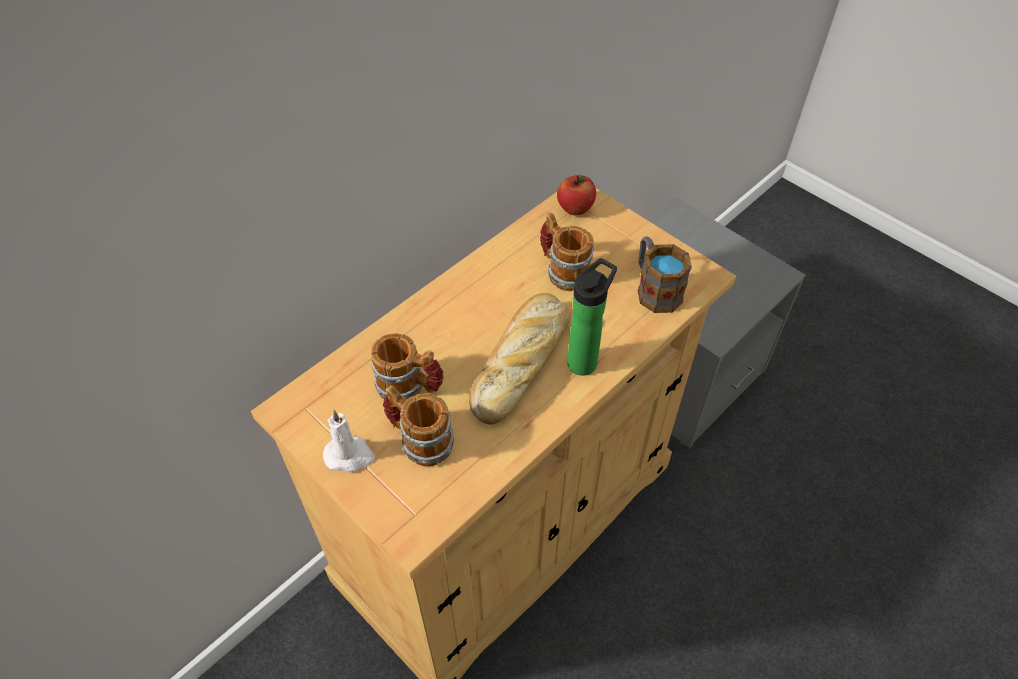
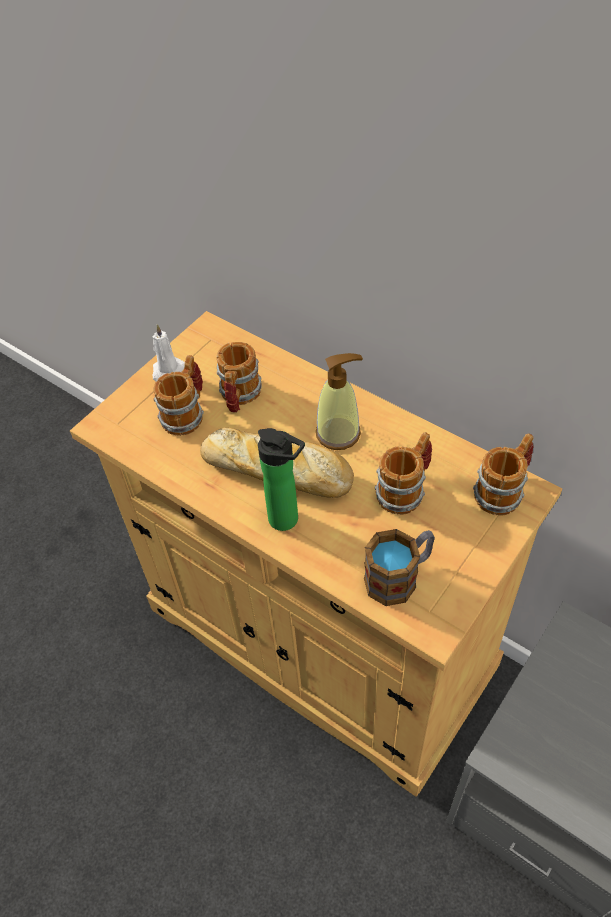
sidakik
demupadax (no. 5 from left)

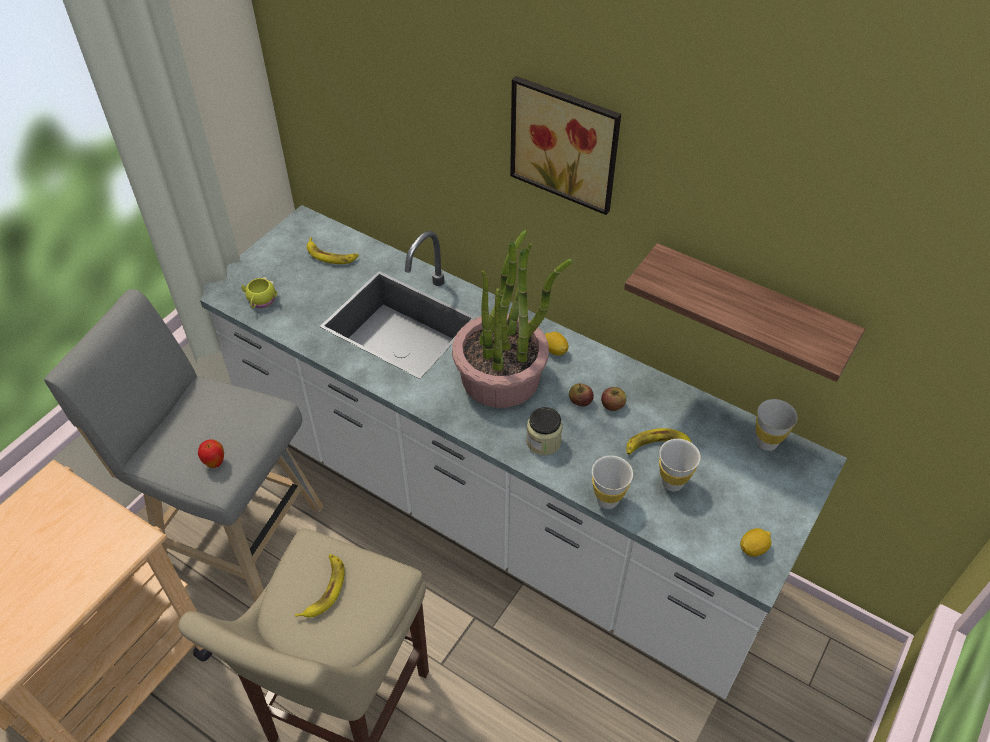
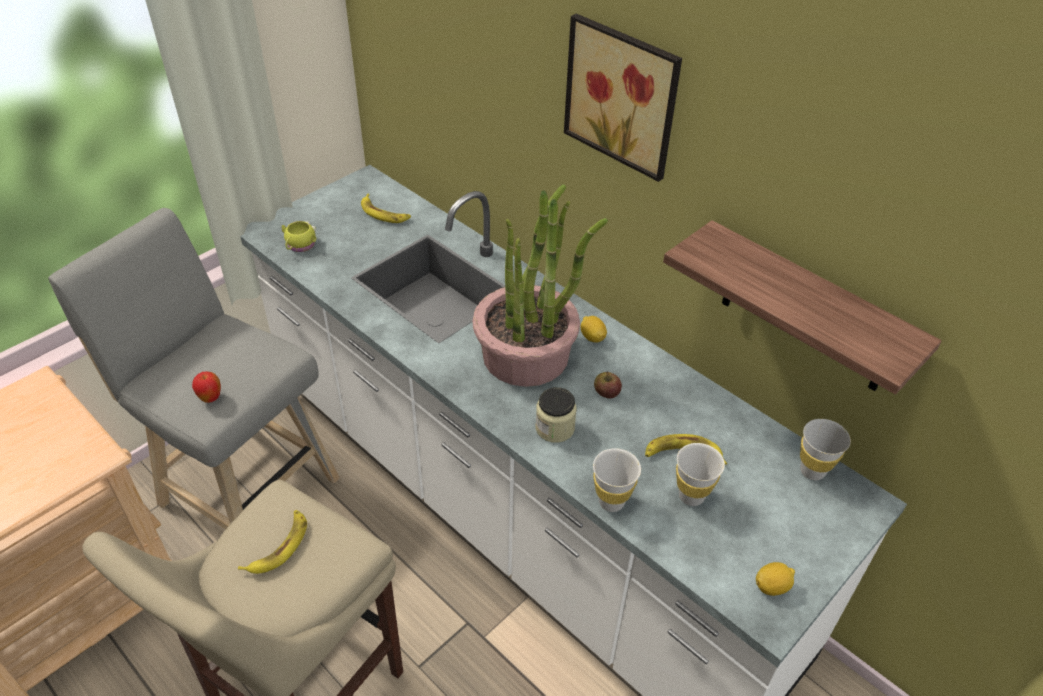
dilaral (no. 3 from left in the first image)

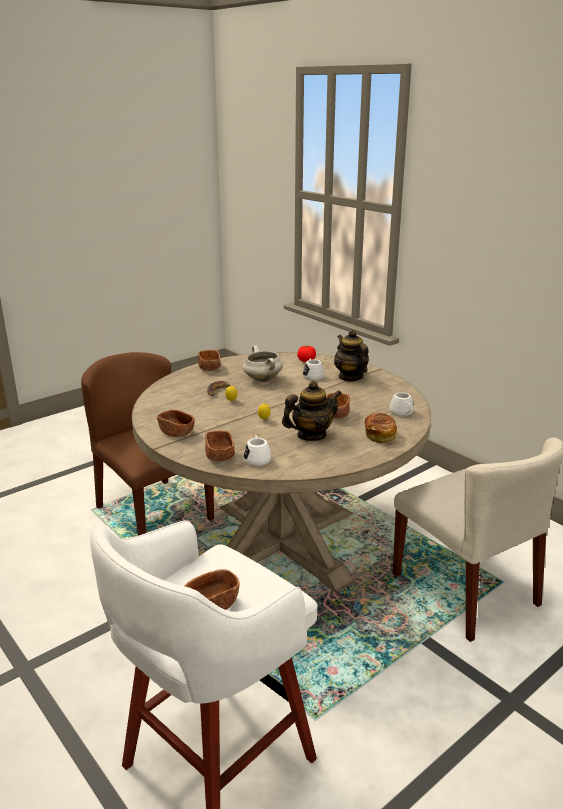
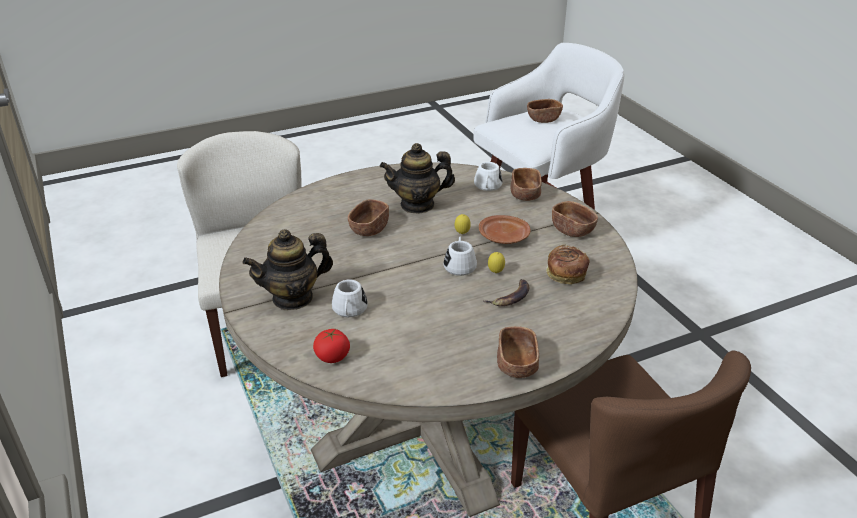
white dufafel
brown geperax
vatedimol
white demupadax (no. 2 from left)
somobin (no. 1 from left)

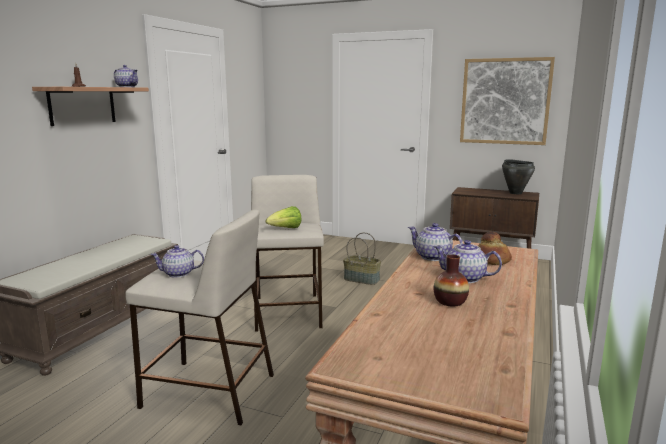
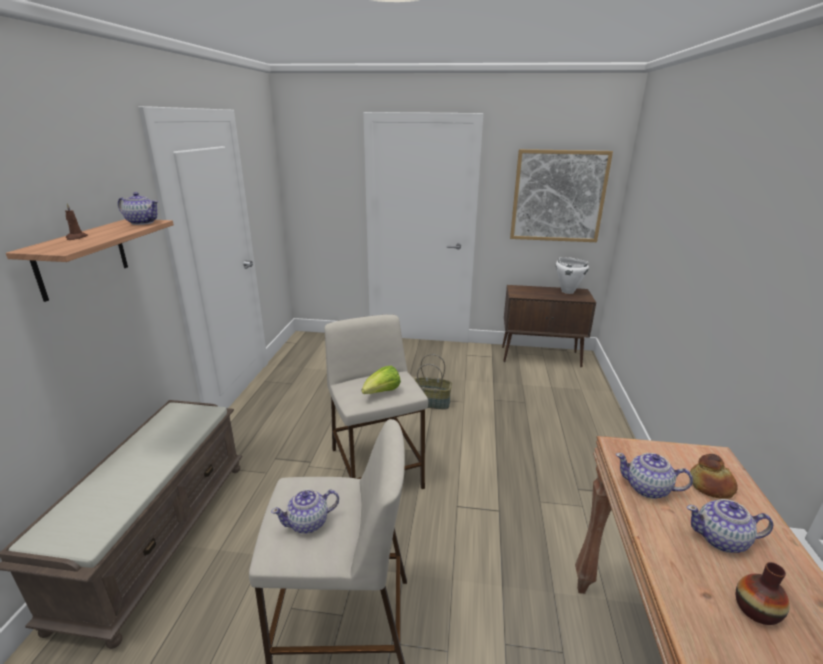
white dufafel

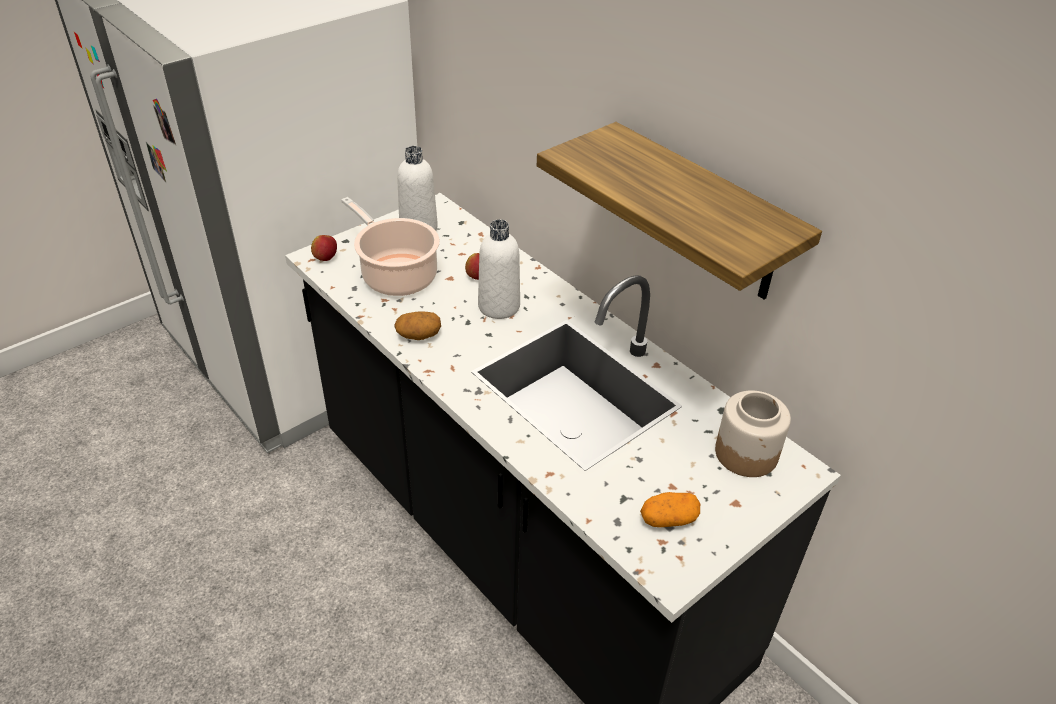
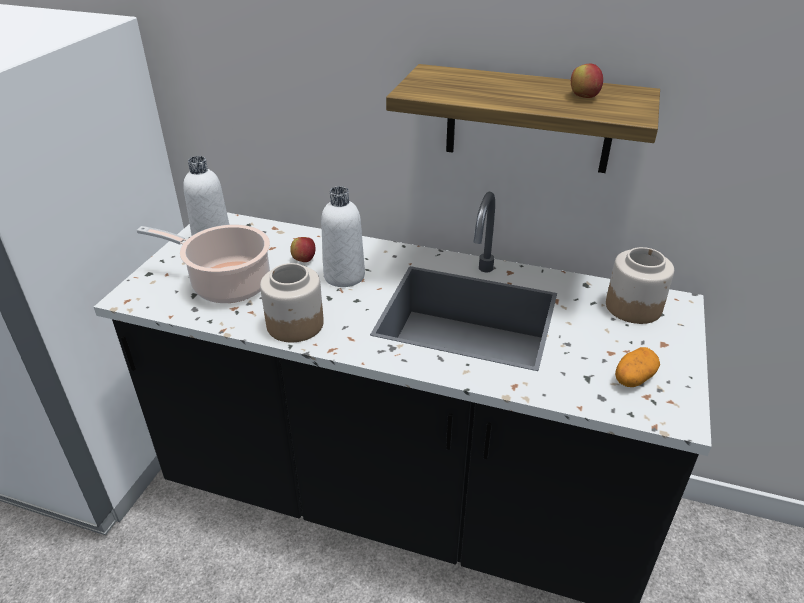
dilaral (no. 2 from left)
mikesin (no. 1 from left)

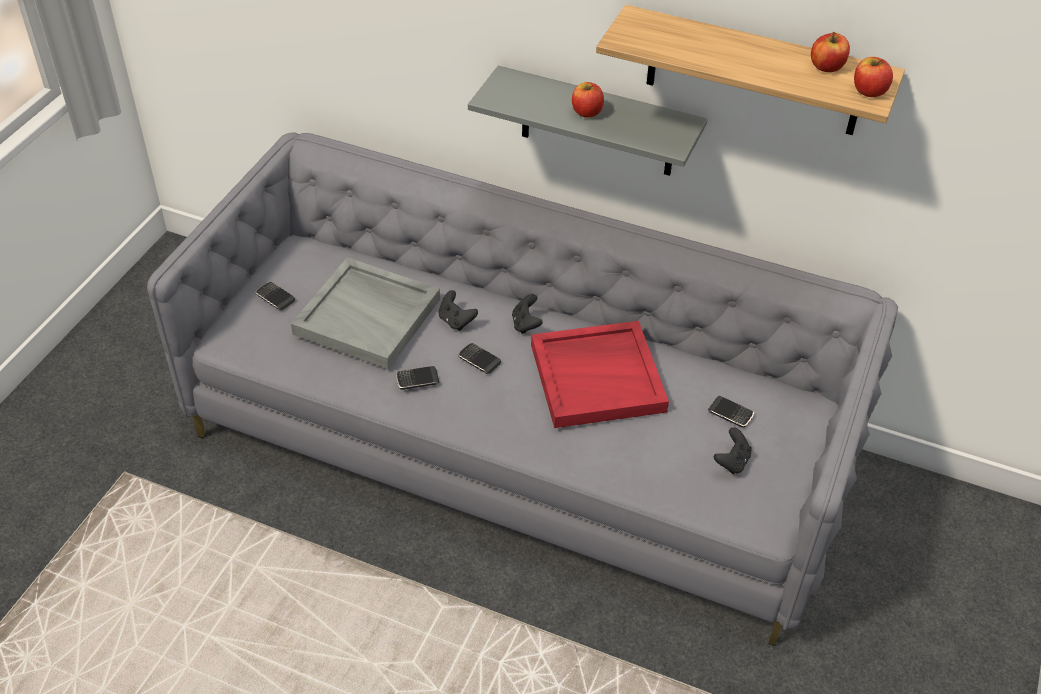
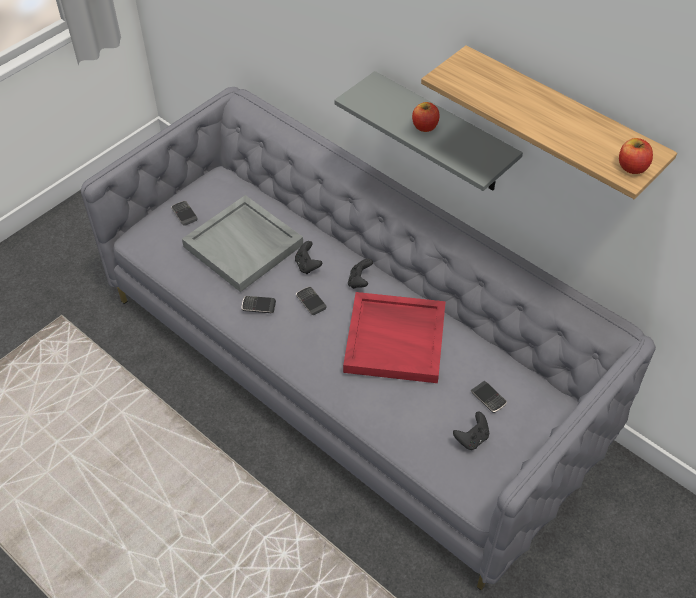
dilaral (no. 2 from left in the first image)

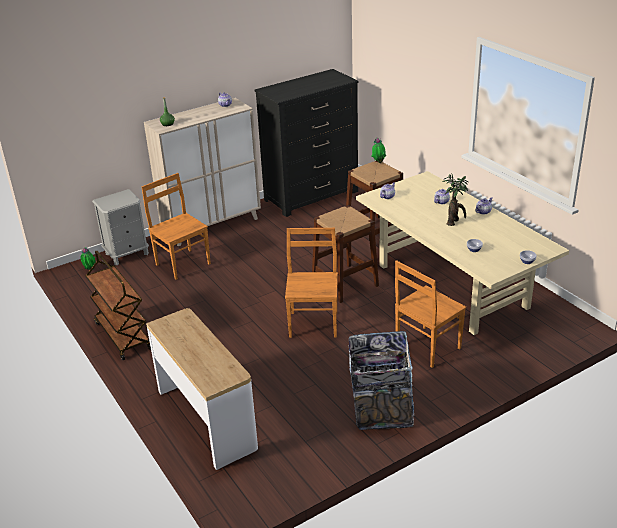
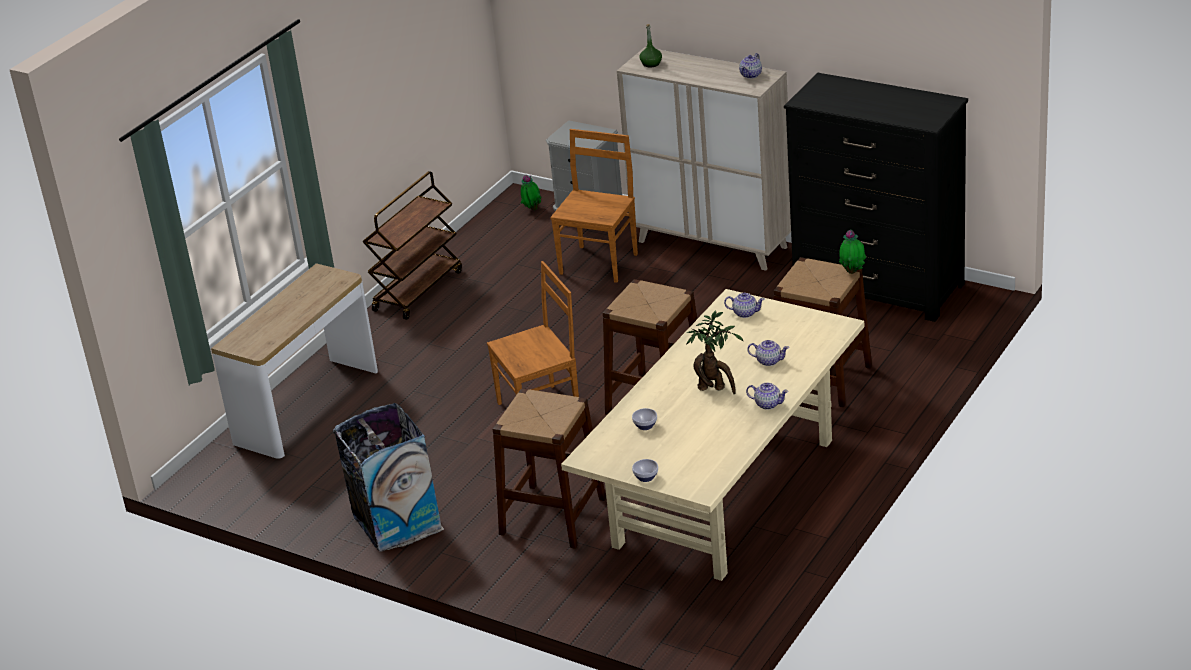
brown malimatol (no. 1 from left)

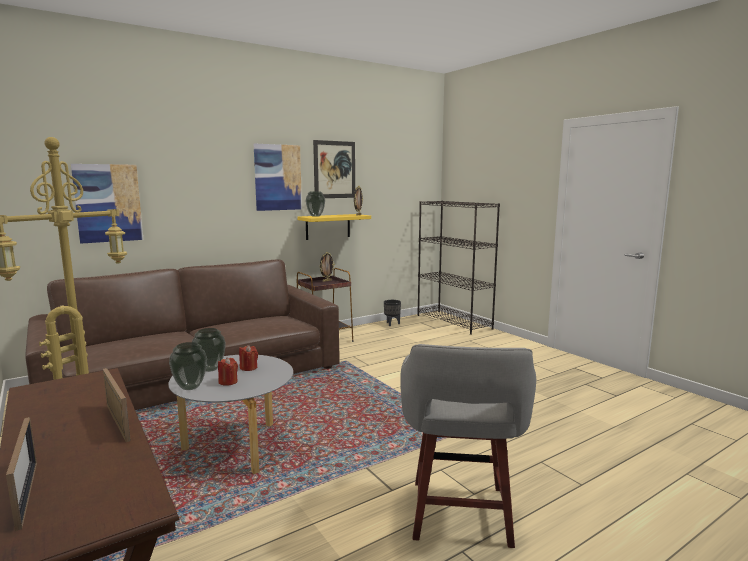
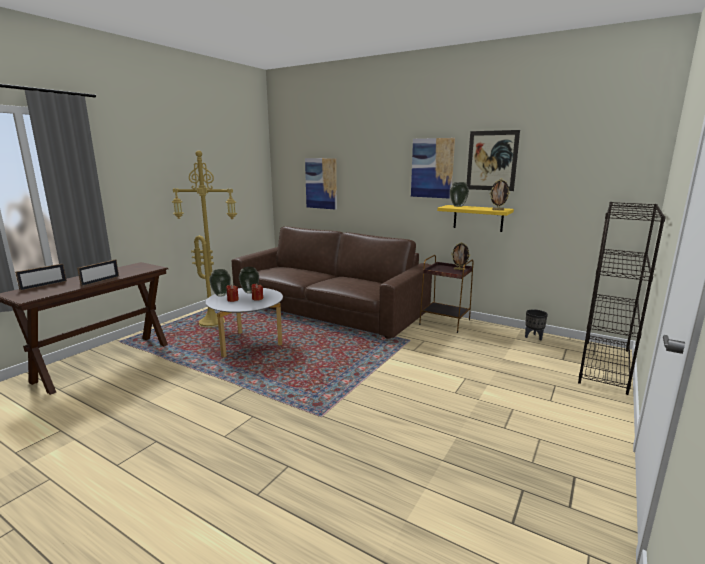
grey malimatol

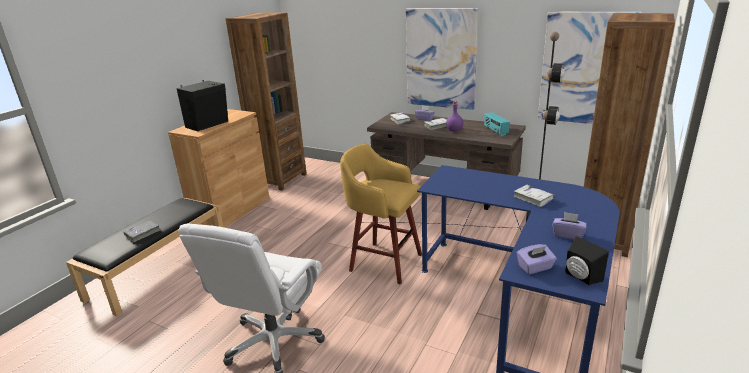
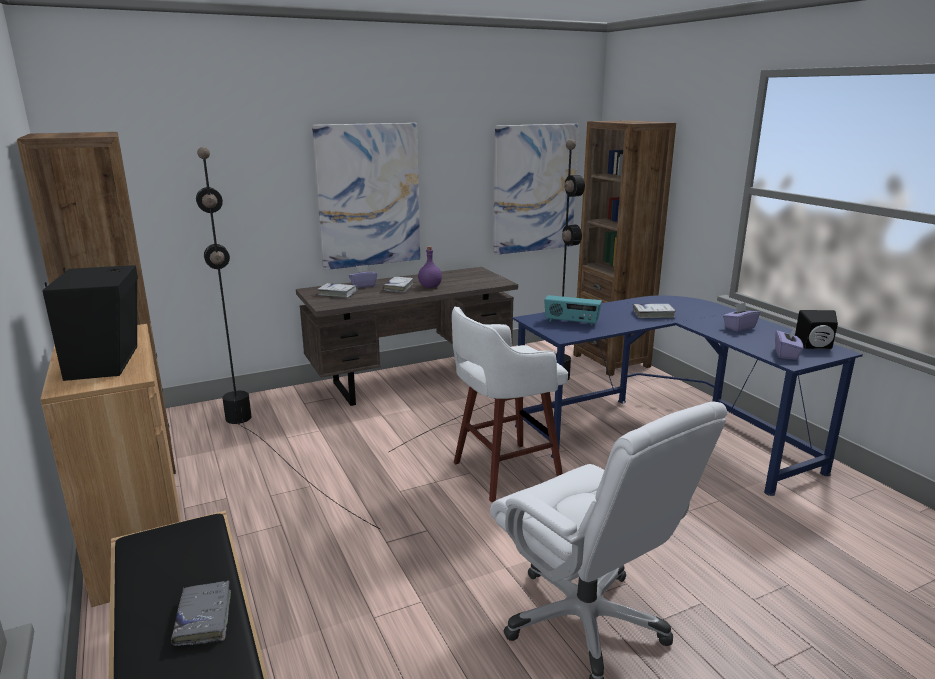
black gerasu (no. 1 from left)
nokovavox
white malimatol

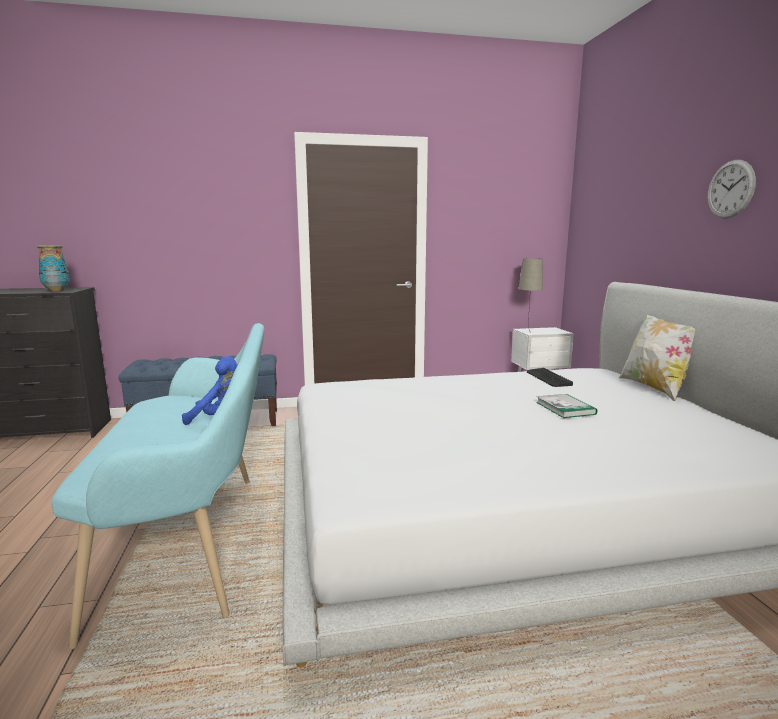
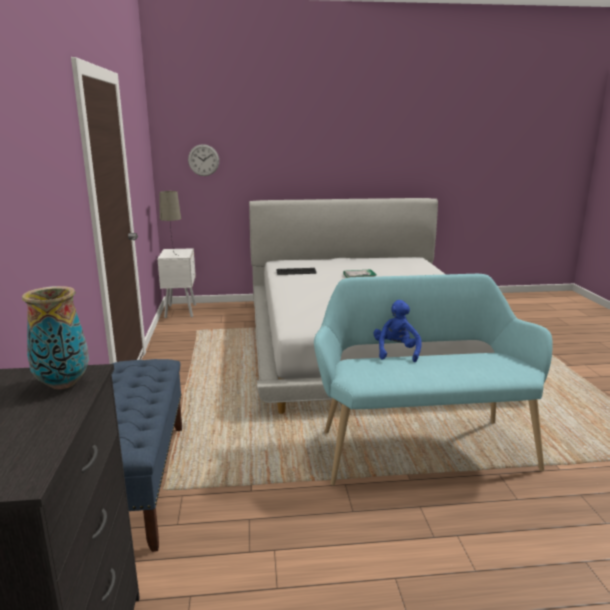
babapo
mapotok

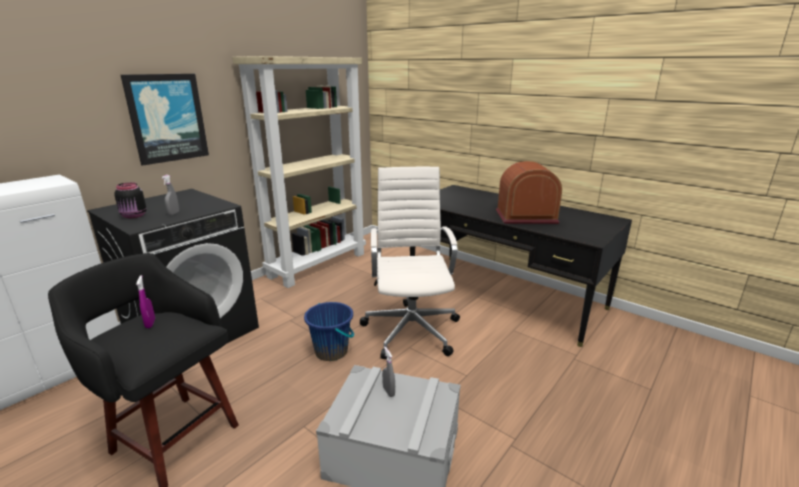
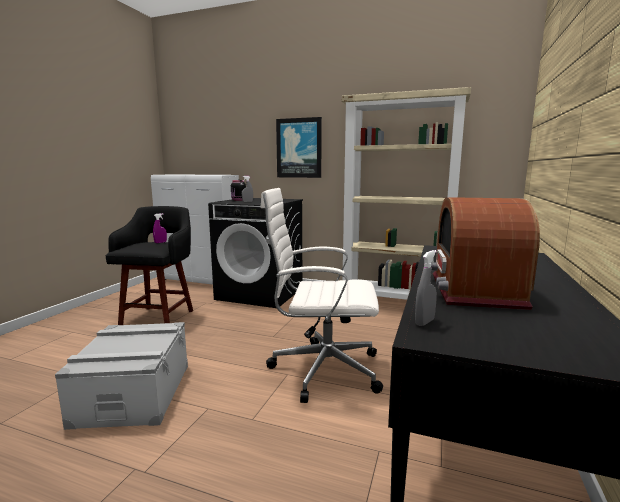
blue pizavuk
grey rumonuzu (no. 2 from left)
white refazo
nokovavox

